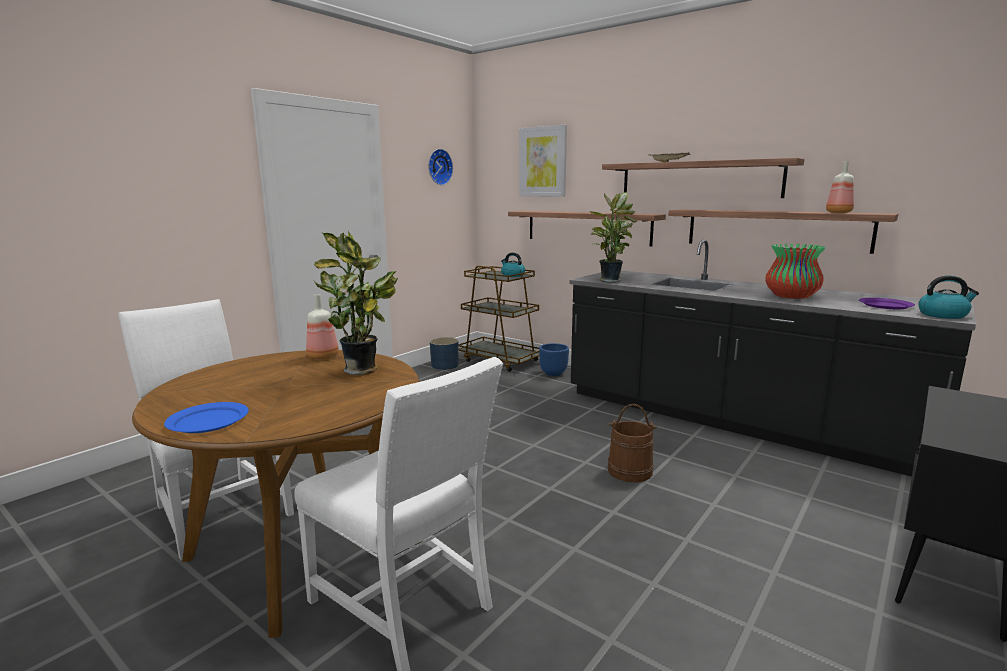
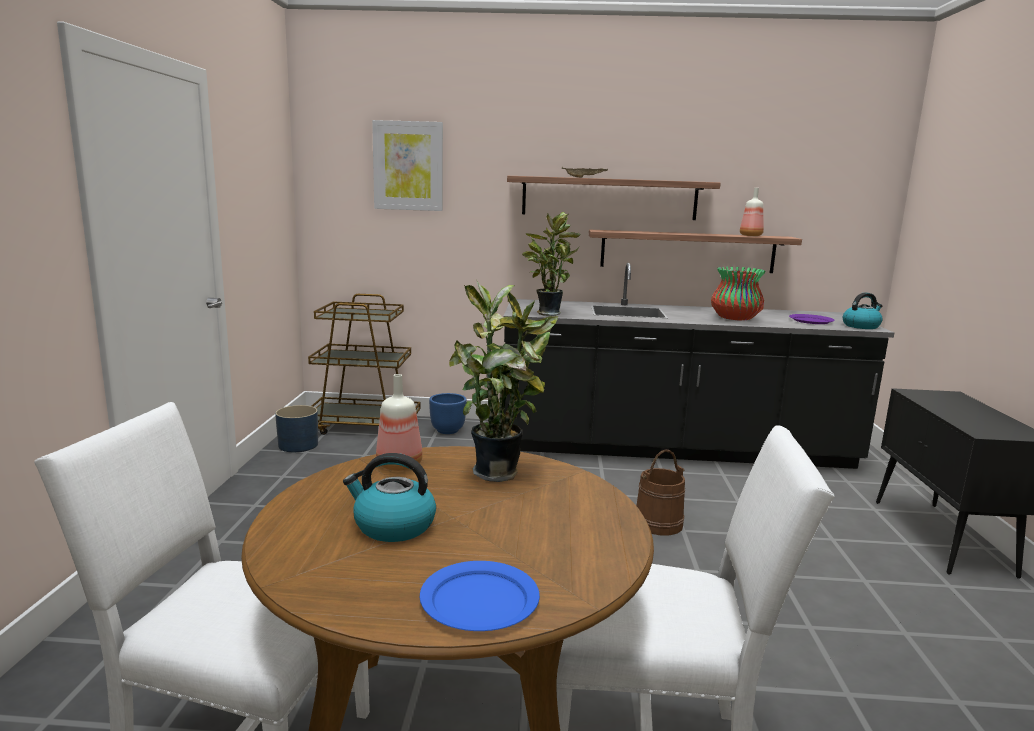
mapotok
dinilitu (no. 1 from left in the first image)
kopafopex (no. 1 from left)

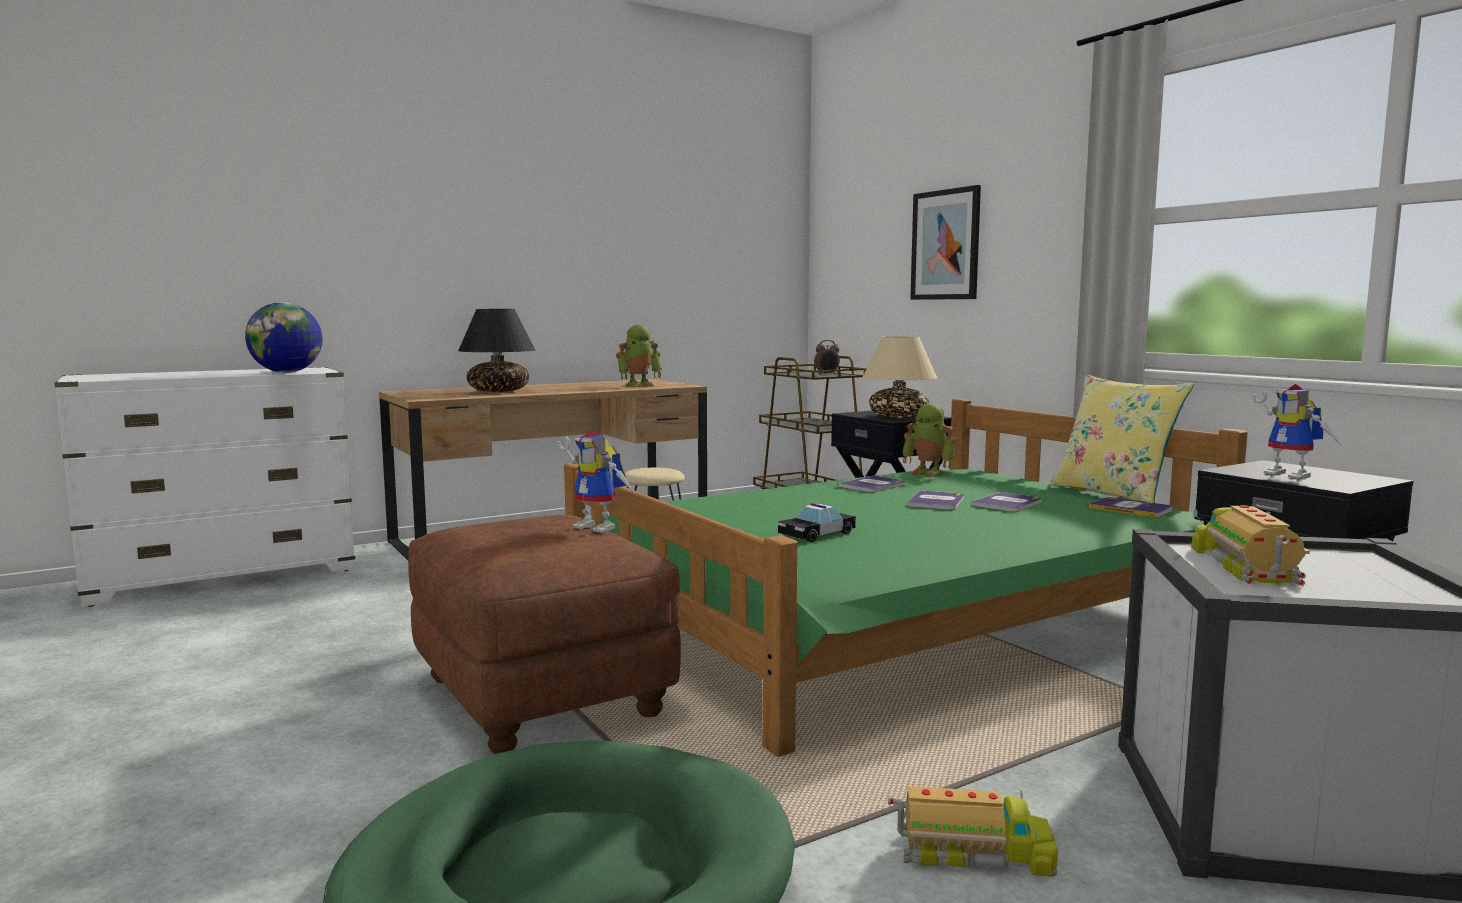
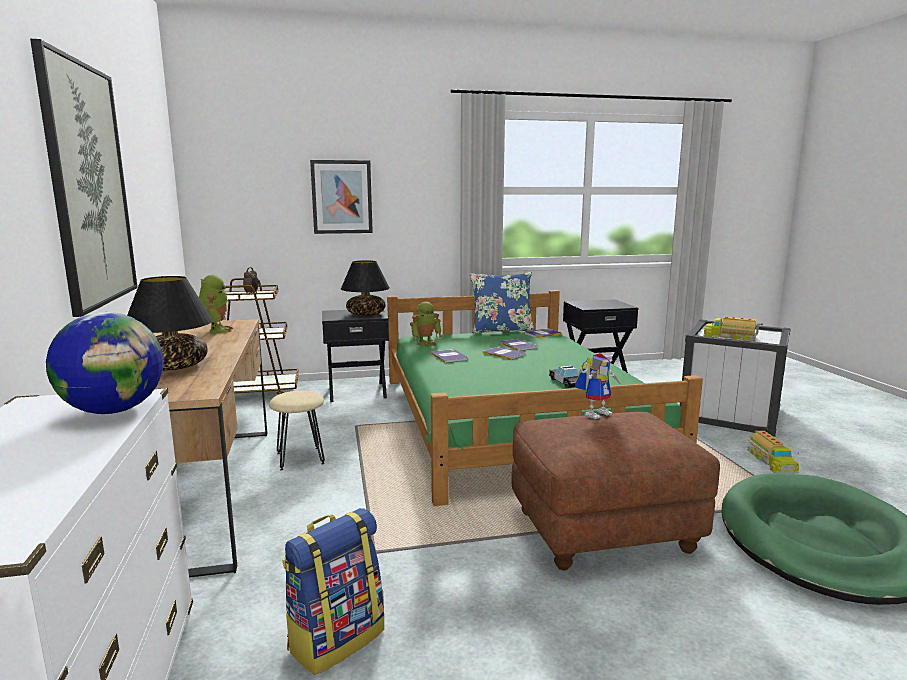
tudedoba (no. 4 from left in the first image)
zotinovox (no. 1 from left)
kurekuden
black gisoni (no. 2 from left)
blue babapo
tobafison (no. 2 from left)

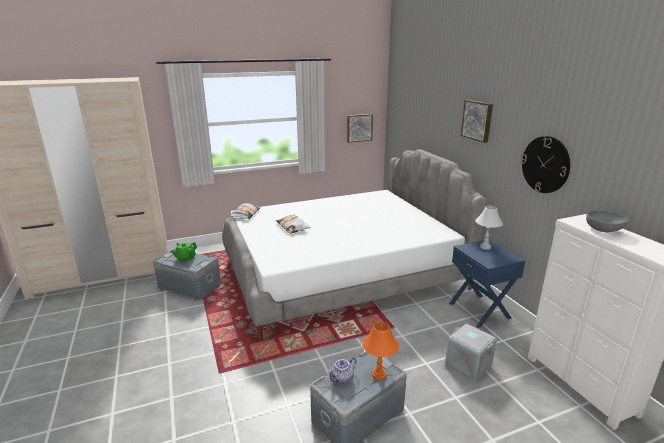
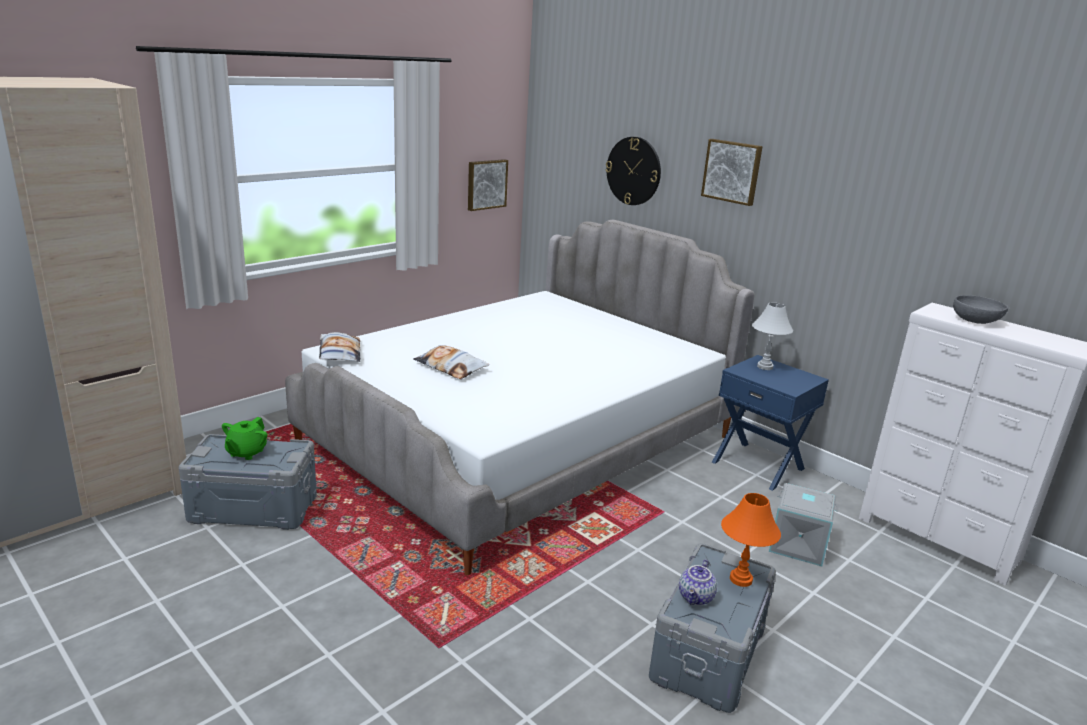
mapotok

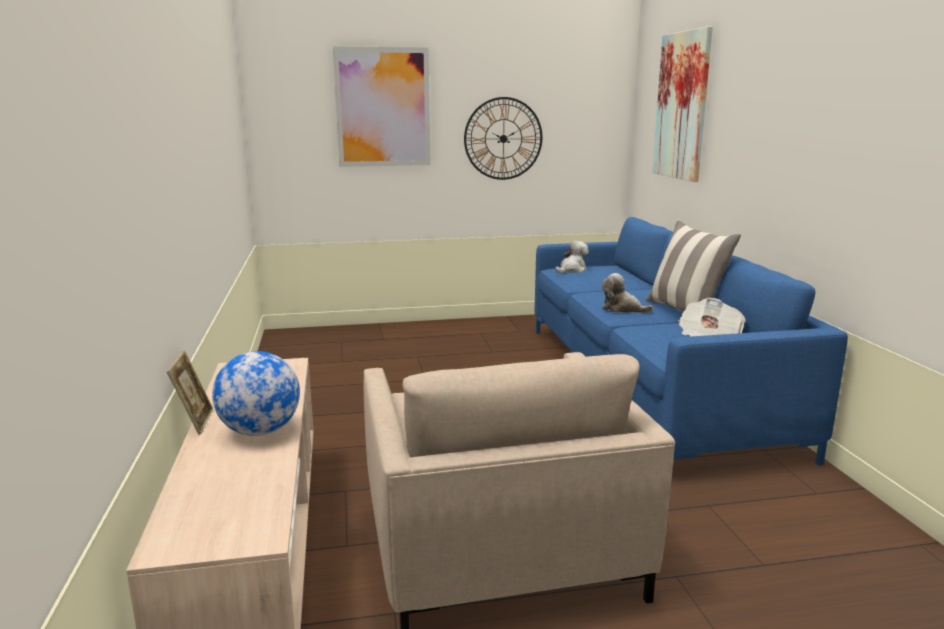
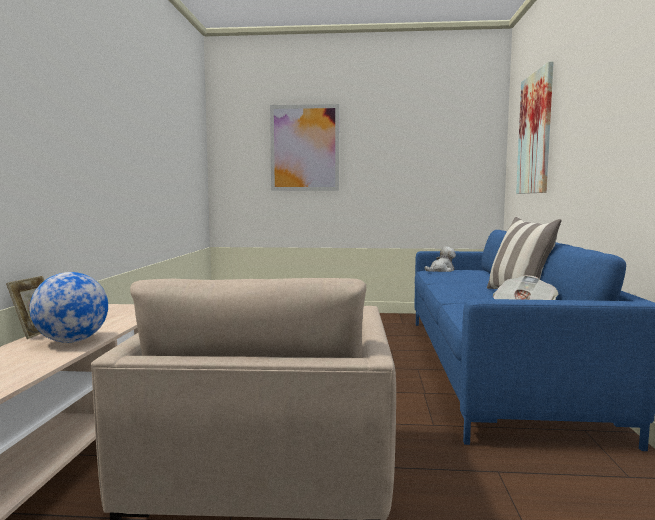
mapotok
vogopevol (no. 2 from left in the first image)

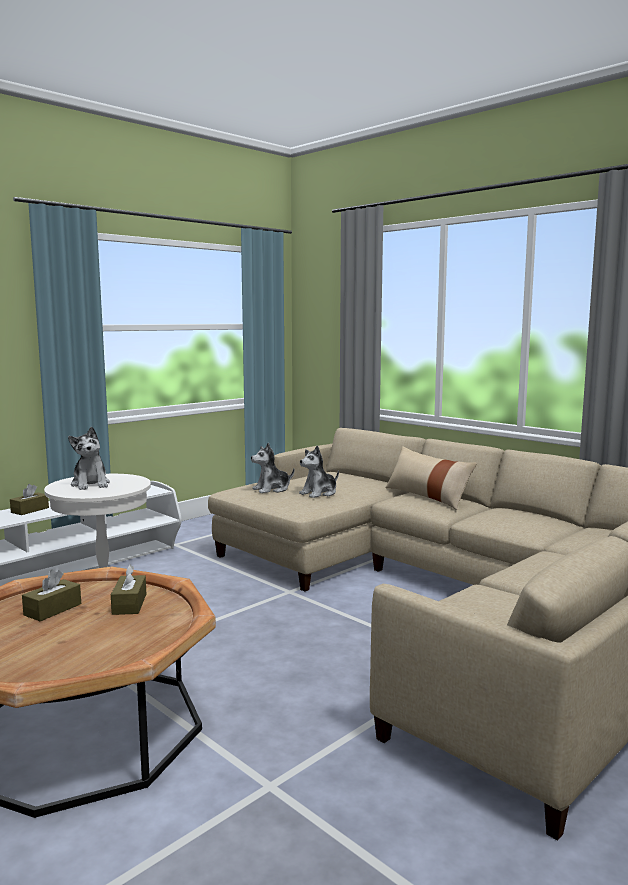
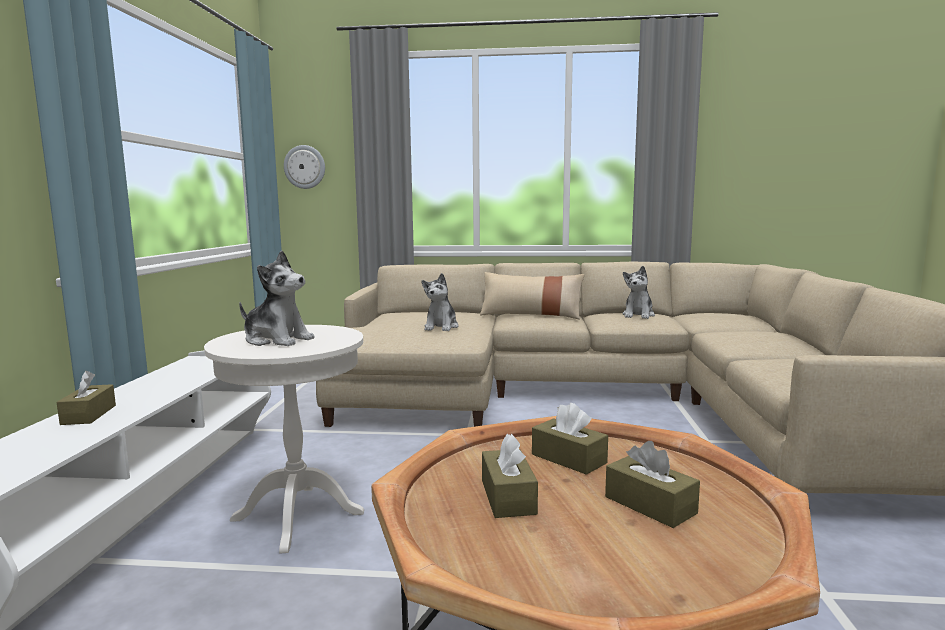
mapotok
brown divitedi (no. 4 from left)
vogopevol (no. 3 from left)

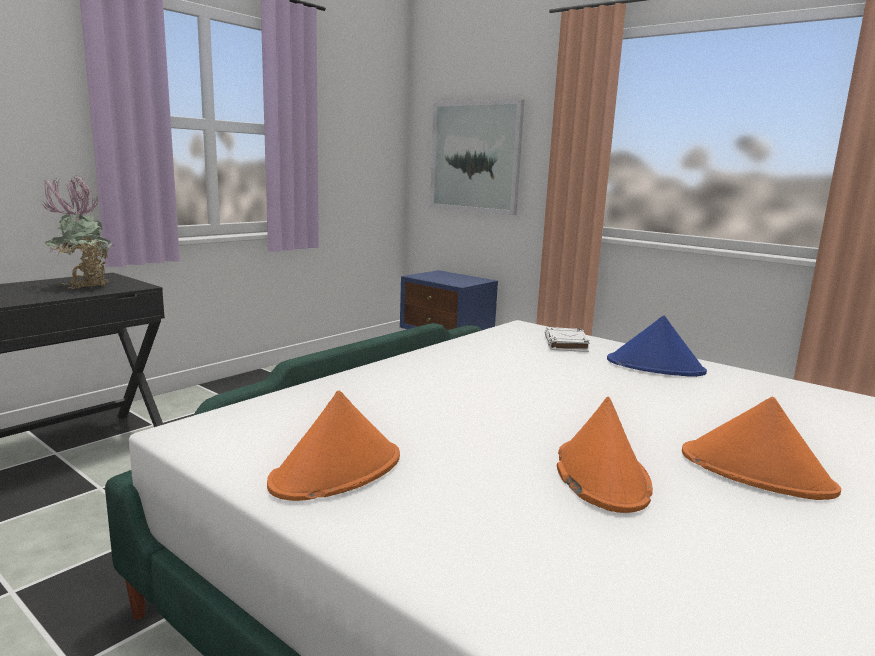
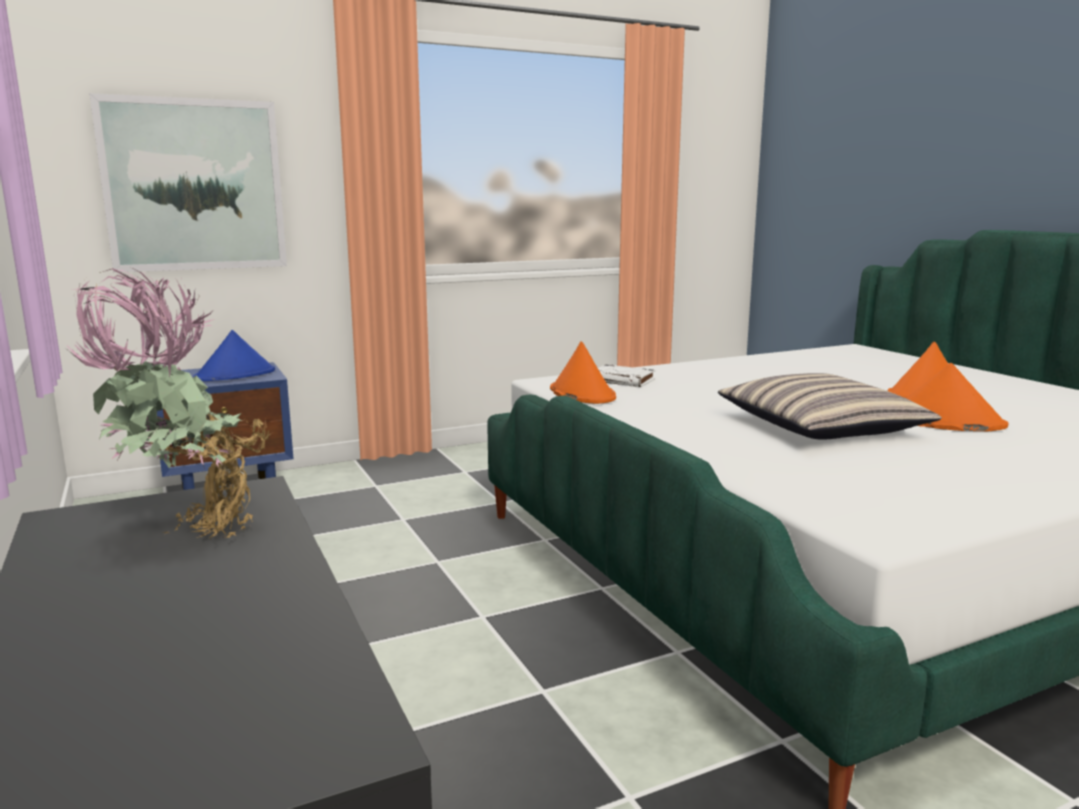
babapo
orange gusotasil (no. 1 from left)
blue gusotasil

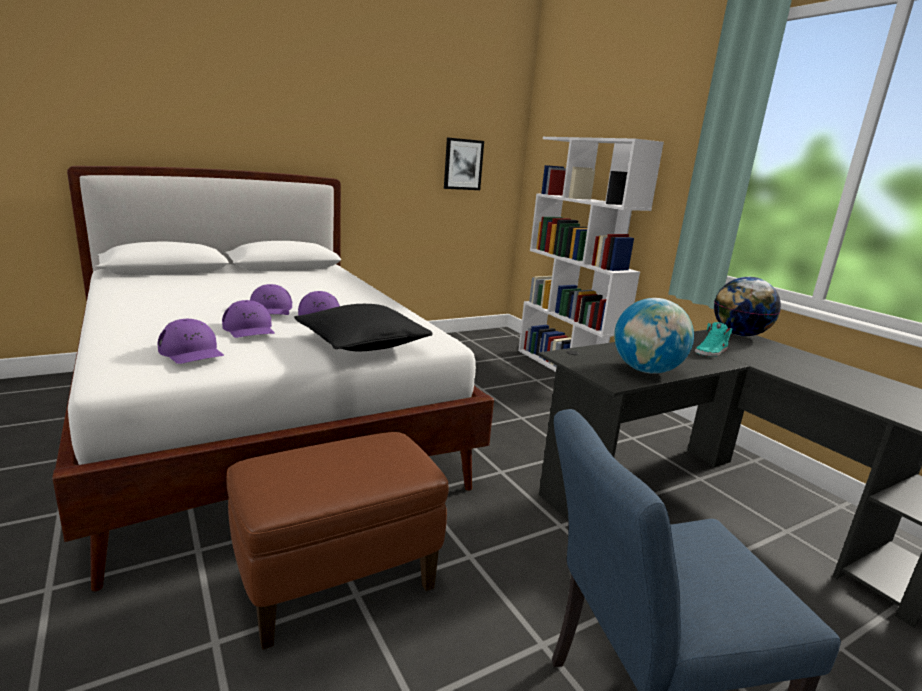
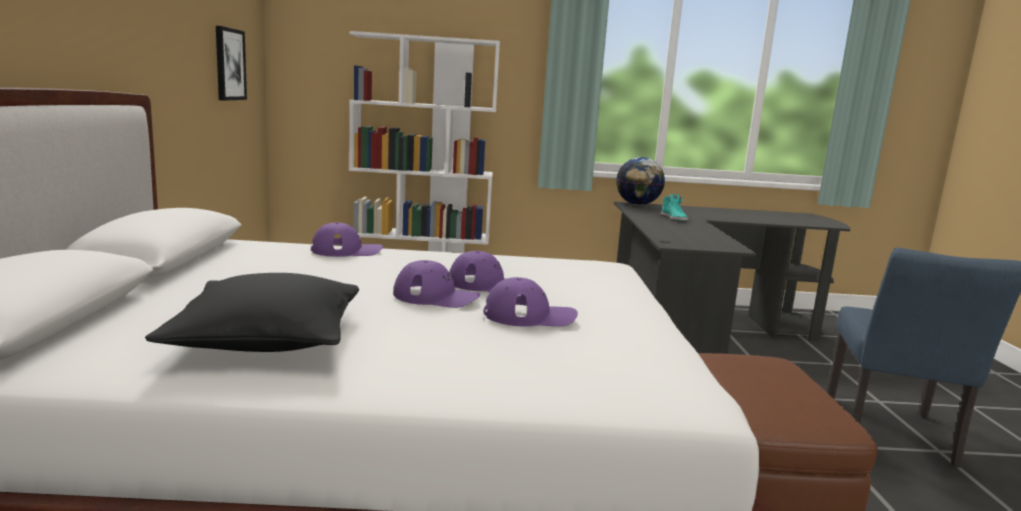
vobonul (no. 1 from left in the first image)
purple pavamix (no. 1 from left)
black babapo

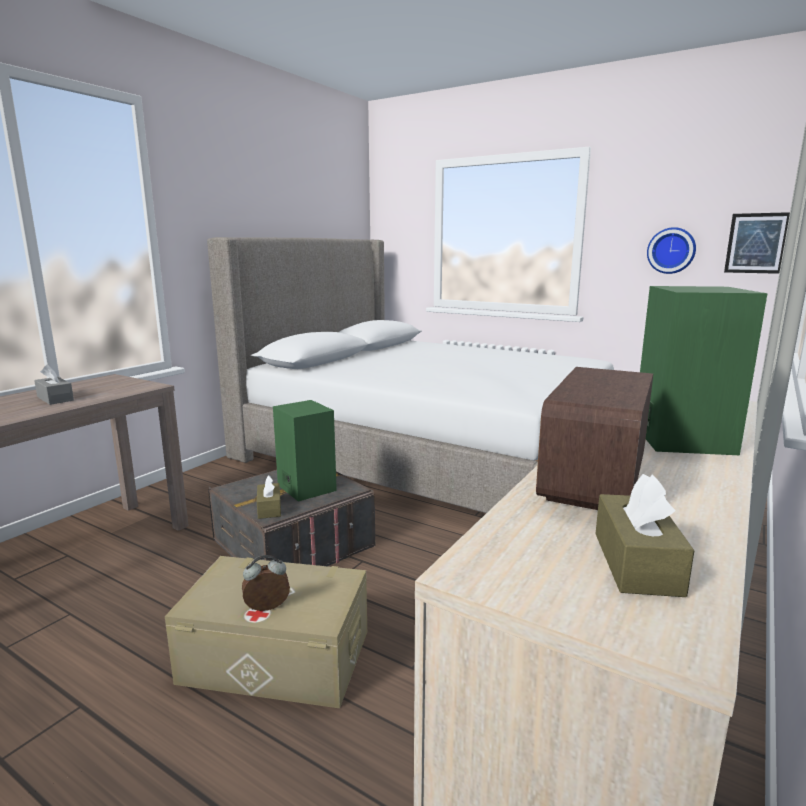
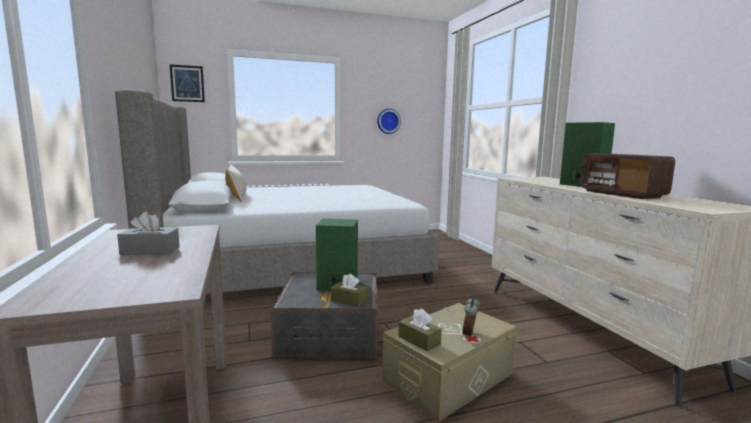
beige babapo
brown divitedi (no. 2 from left)
zotinovox

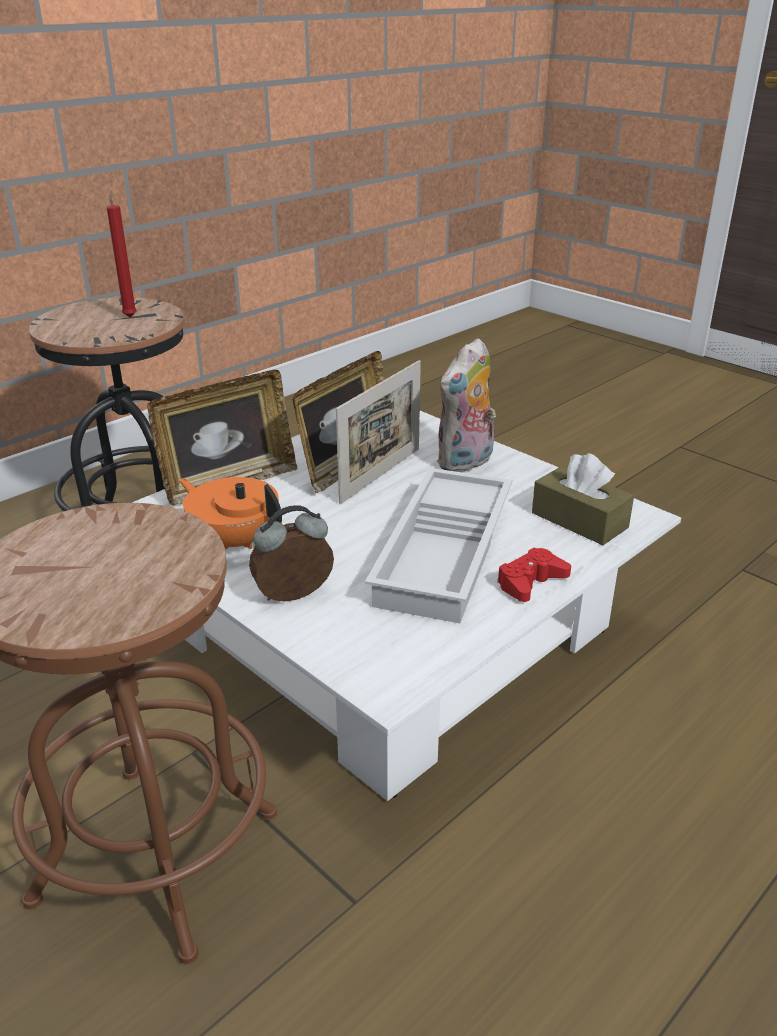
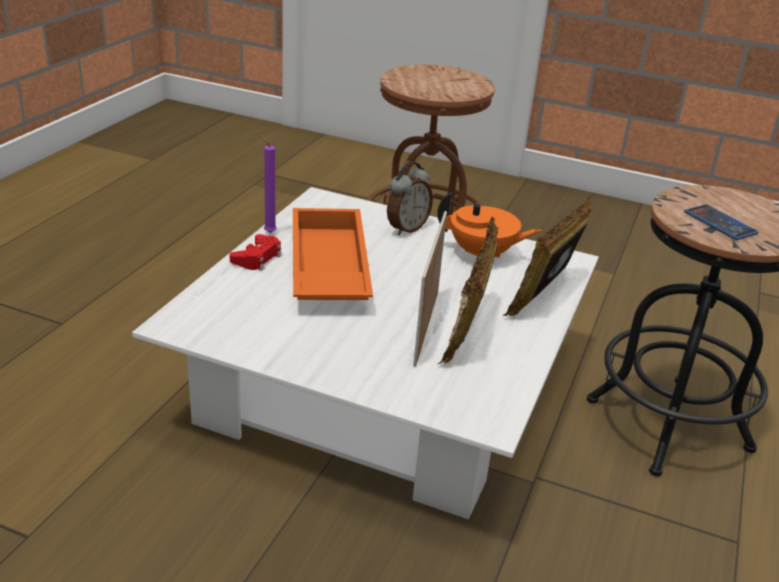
vogopevol
brown divitedi
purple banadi
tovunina
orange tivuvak

